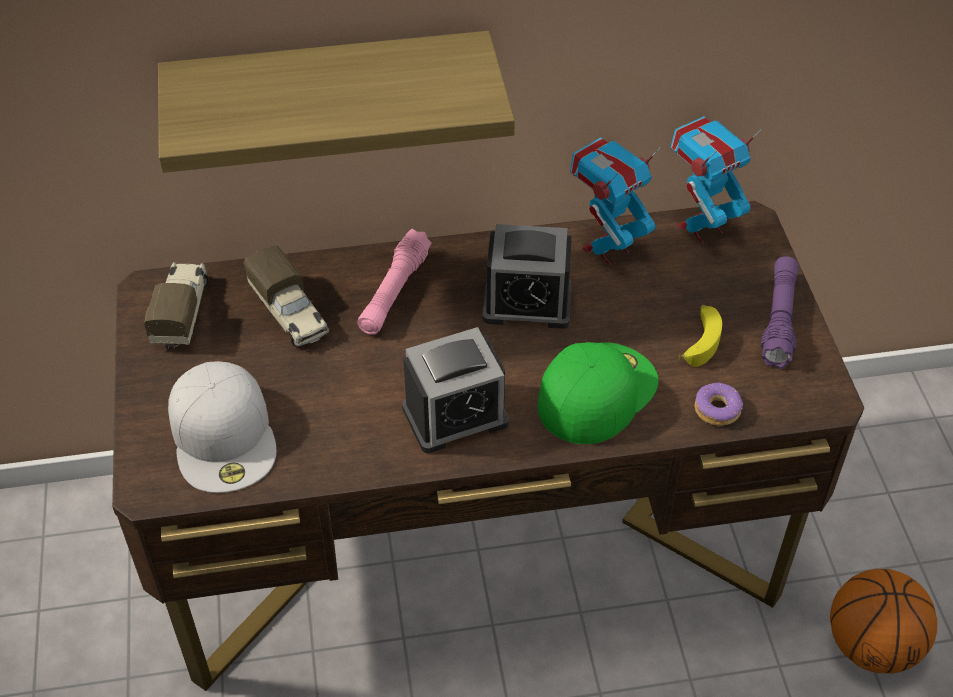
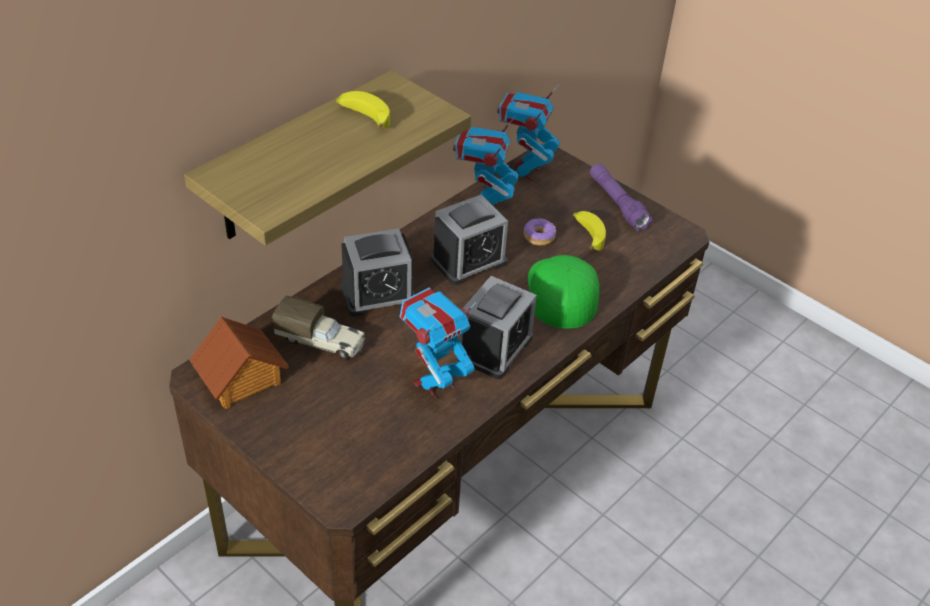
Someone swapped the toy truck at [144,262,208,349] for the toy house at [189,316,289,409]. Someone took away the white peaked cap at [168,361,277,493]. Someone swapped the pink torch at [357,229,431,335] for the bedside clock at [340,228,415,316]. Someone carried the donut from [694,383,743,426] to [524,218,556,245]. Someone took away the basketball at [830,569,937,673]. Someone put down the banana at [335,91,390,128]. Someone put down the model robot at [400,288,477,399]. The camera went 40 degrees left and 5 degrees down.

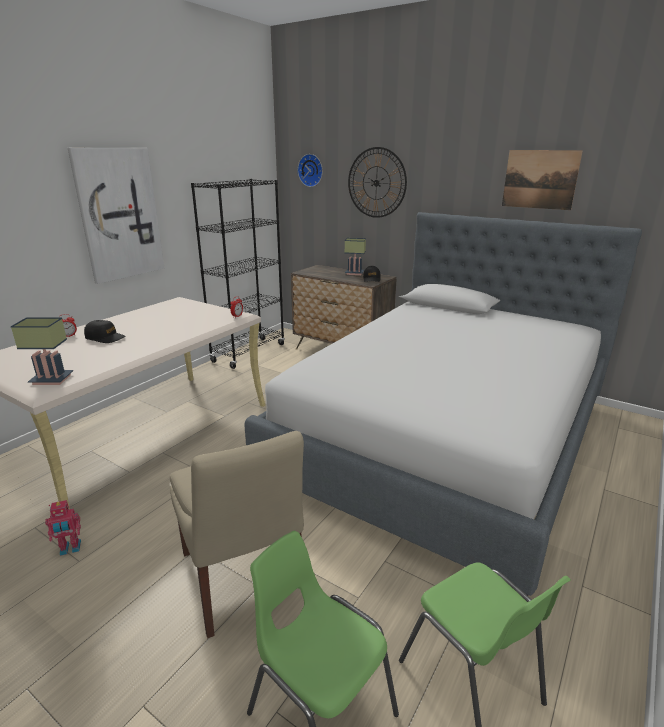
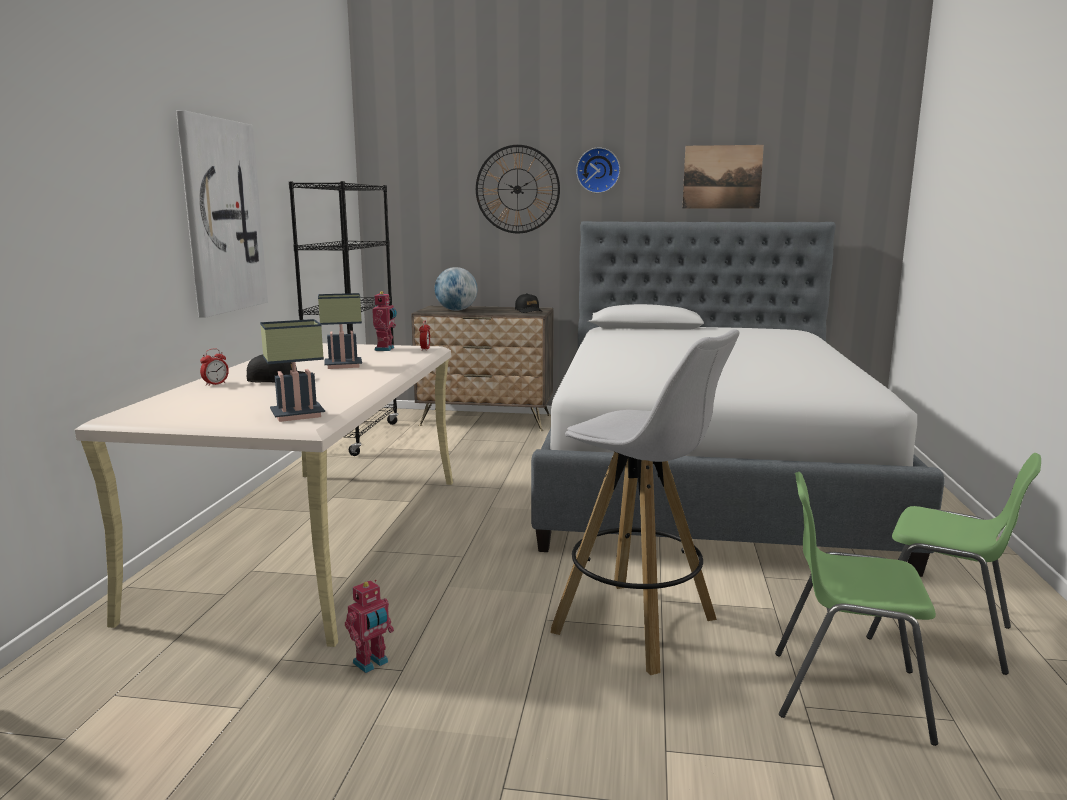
Someone swapped the beige upright chair at [170,431,304,638] for the white sitting stool at [550,329,740,675]. Someone carried the wall clock from [298,154,323,187] to [576,147,620,193]. Someone carried the lamp for a table from [345,238,366,275] to [318,293,362,369]. Someone put down the model robot at [372,291,397,351]. Someone put down the world globe at [435,267,477,311]. The camera went 25 degrees left and 10 degrees down.

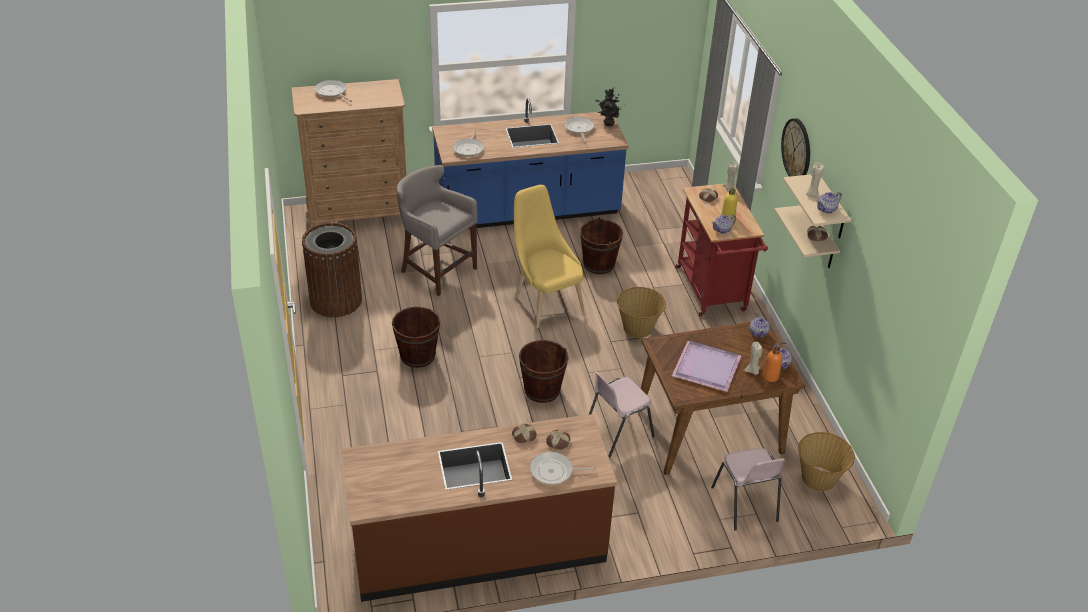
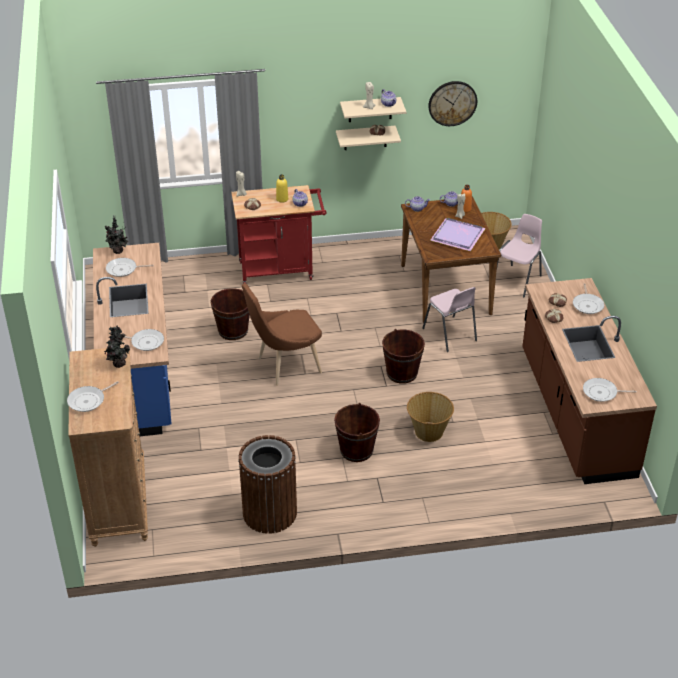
Someone took away the greyish sitting stool at [397,165,478,296]. Someone repainted the yellowish upright chair at [514,185,585,328], which became the brownish upright chair at [242,283,322,386]. Someone carried the basket from [617,287,666,338] to [407,392,454,442]. Someone rotated the pink upright chair at [711,448,785,531] by 45 degrees counterclockwise. Someone carried the wall clock from [781,118,810,177] to [428,81,477,126]. Someone put down the potted plant at [104,325,130,368]. Someone put down the pan at [583,378,637,402]. The camera went 85 degrees left and 0 degrees up.

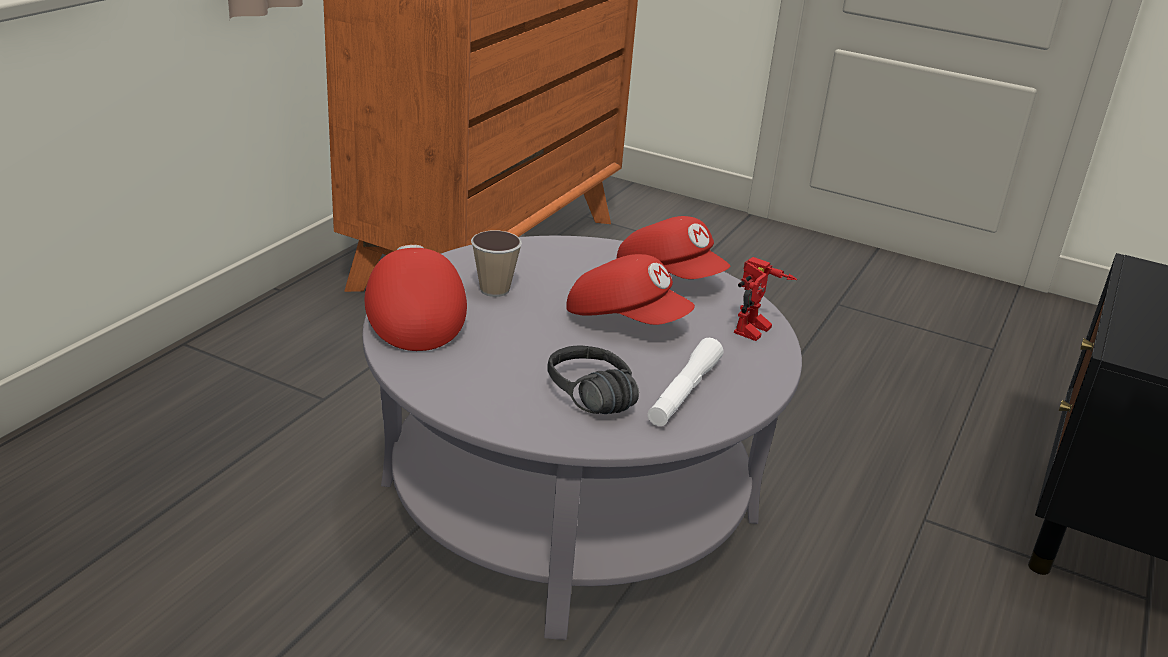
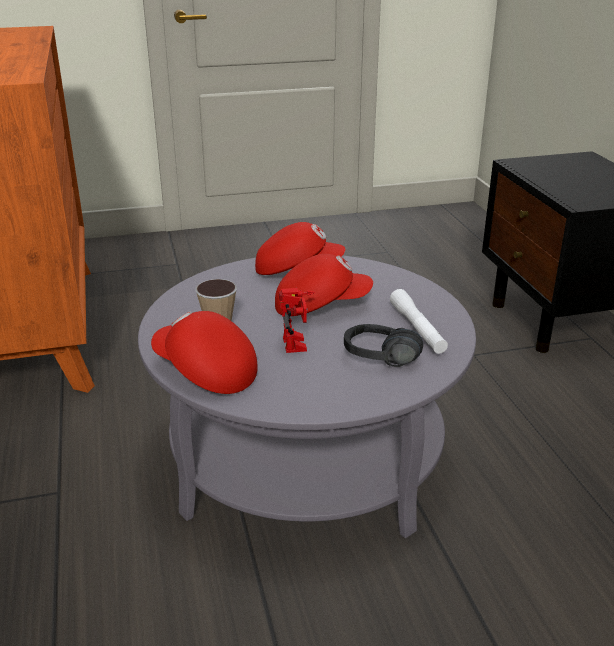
Someone carried the model robot from [734,257,797,341] to [279,288,315,353]. The camera went 40 degrees left and 0 degrees up.

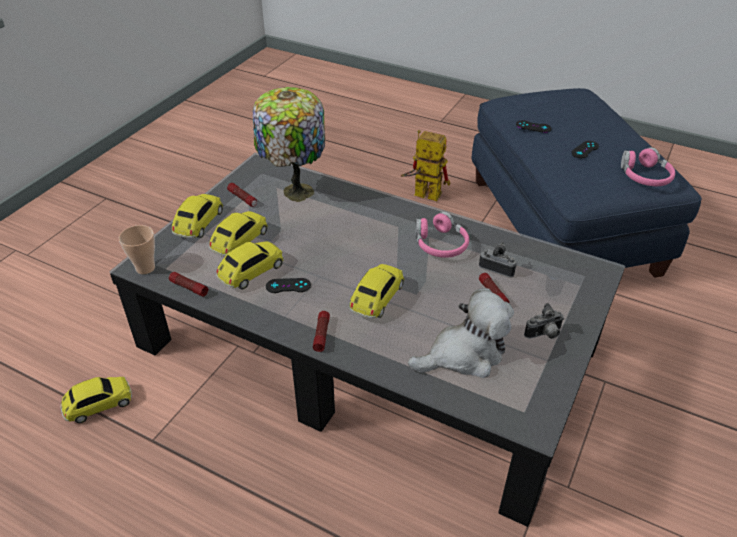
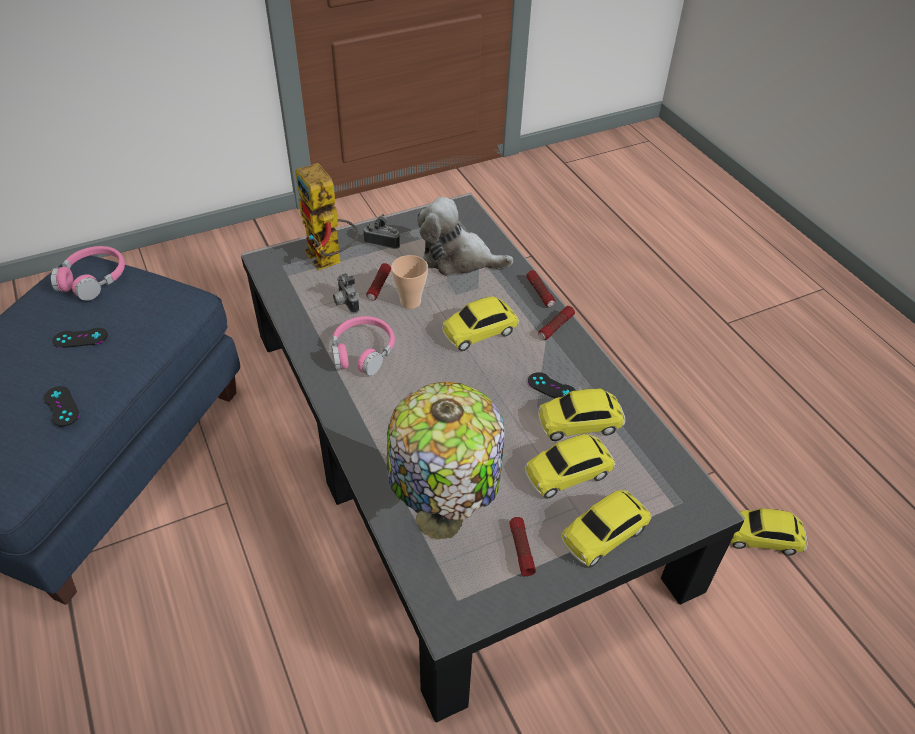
Someone carried the small cup from [119,225,155,274] to [391,255,428,309]. Someone carried the torch from [169,272,208,297] to [526,270,555,307]. Someone carried the model robot from [401,130,450,201] to [295,163,358,271]. The camera went 145 degrees left and 5 degrees up.

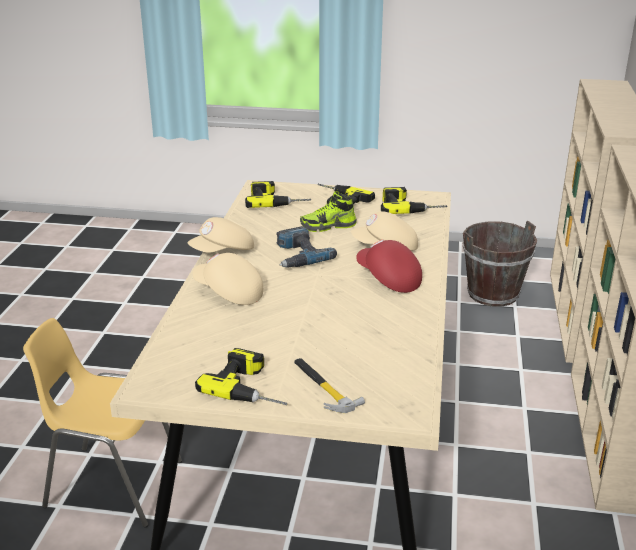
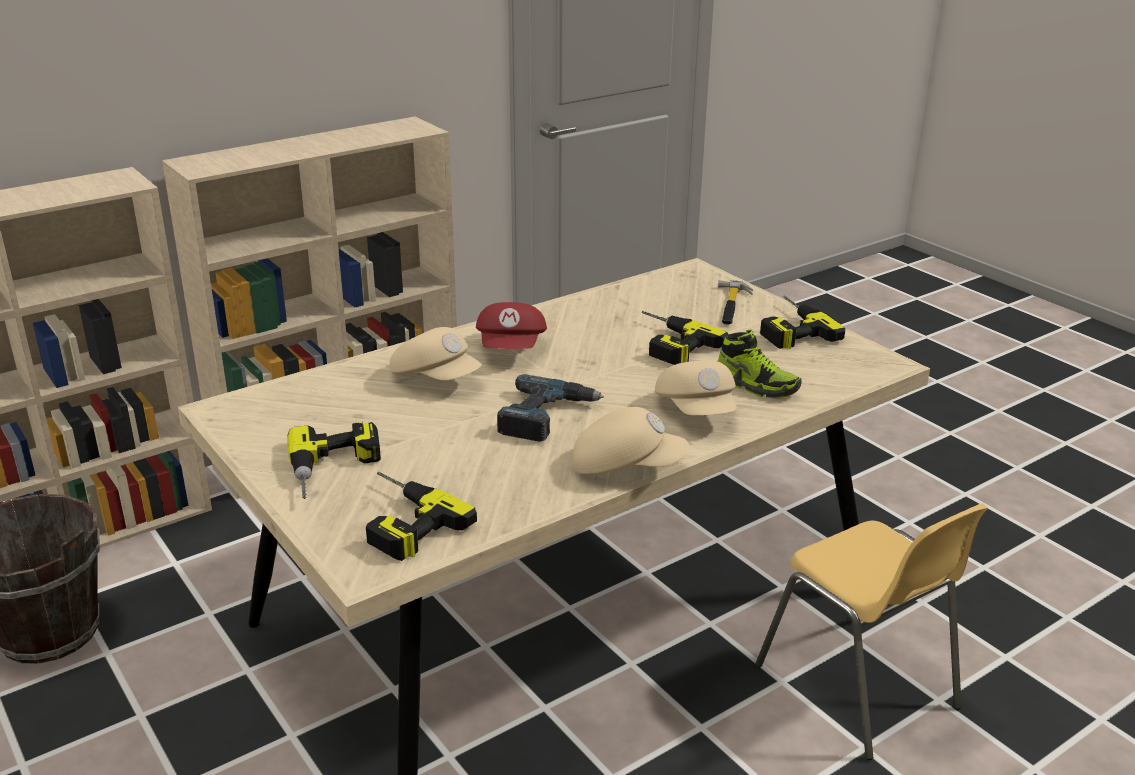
Someone carried the low shoe from [300,191,357,232] to [718,329,802,398]. Someone carried the electric drill from [381,187,447,214] to [642,311,729,365]. The camera went 135 degrees left and 0 degrees up.

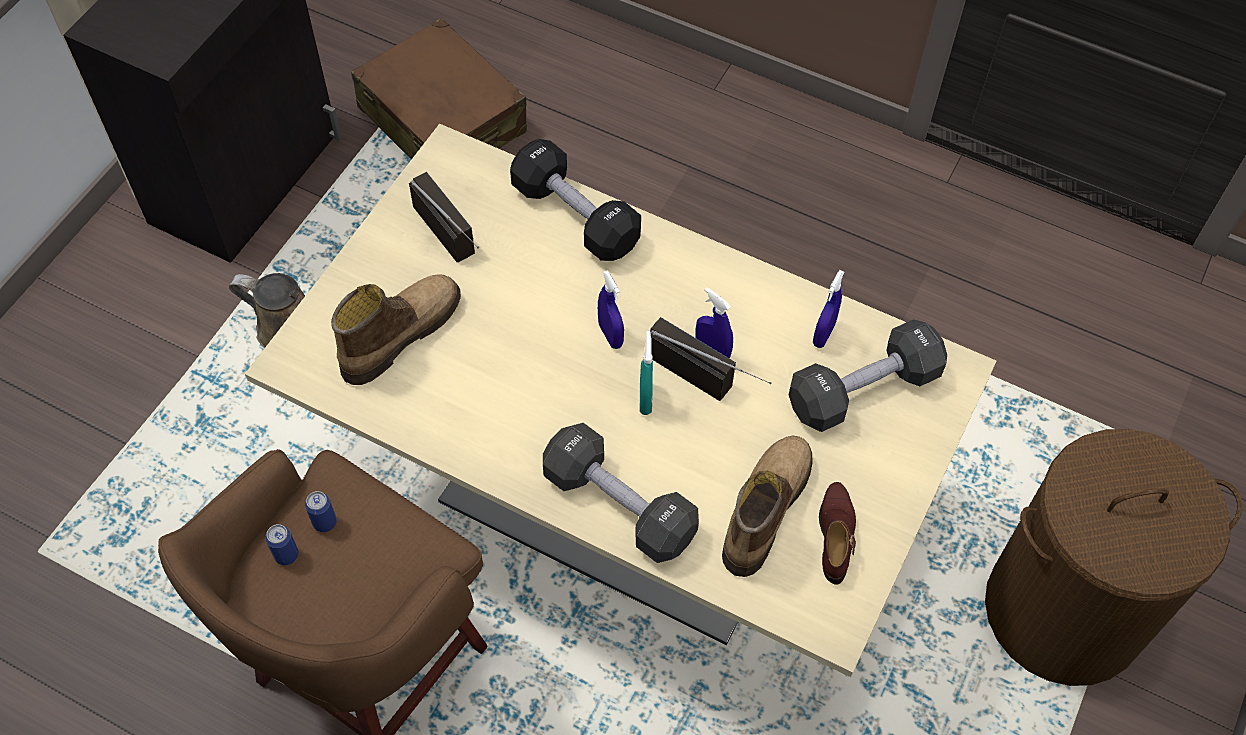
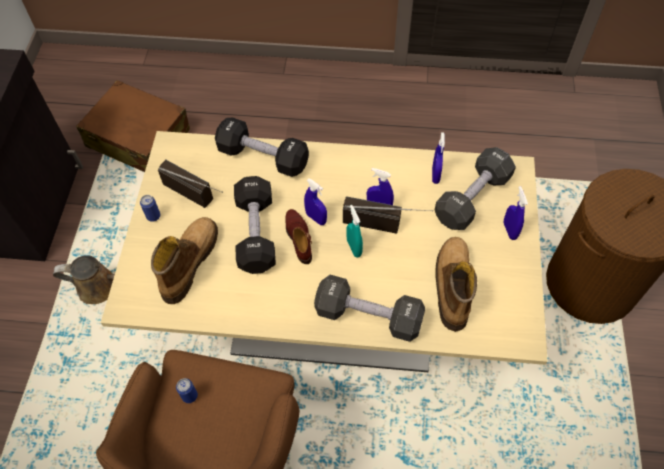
Someone carried the sealed can from [265,524,299,565] to [140,195,160,222]. Someone carried the brownish low shoe from [819,482,856,585] to [285,209,312,264]. Someone put down the black-coloured free weight at [234,176,276,274]. Someone put down the blue-coloured spray bottle at [503,186,528,240]. The camera went 20 degrees left and 0 degrees up.

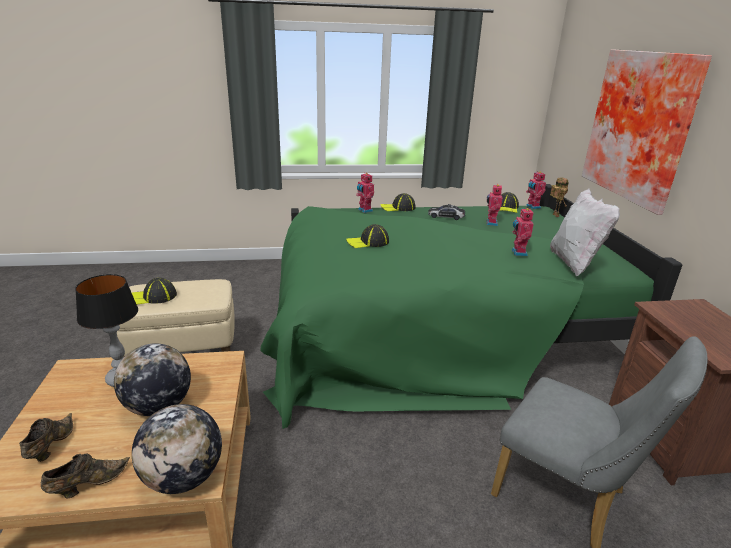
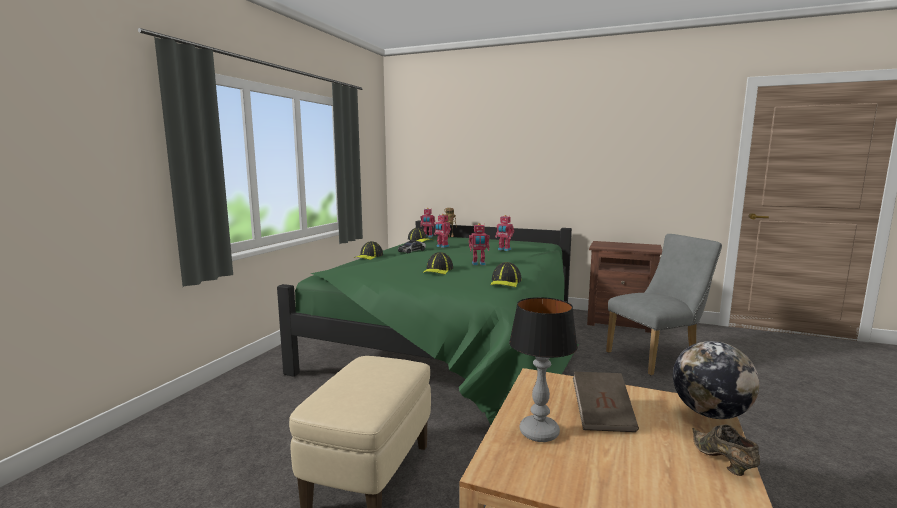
Someone took away the brownish low shoe at [19,413,73,462]. Someone swapped the world globe at [114,343,191,416] for the brownish volume at [573,372,639,432]. Someone carried the peaked cap from [132,278,177,305] to [490,262,522,287]. Someone carried the model robot from [356,173,374,213] to [469,223,490,265]. Someone took away the white cushion at [550,189,620,276]. Someone took away the picture at [582,49,712,215]. The camera went 60 degrees left and 15 degrees down.

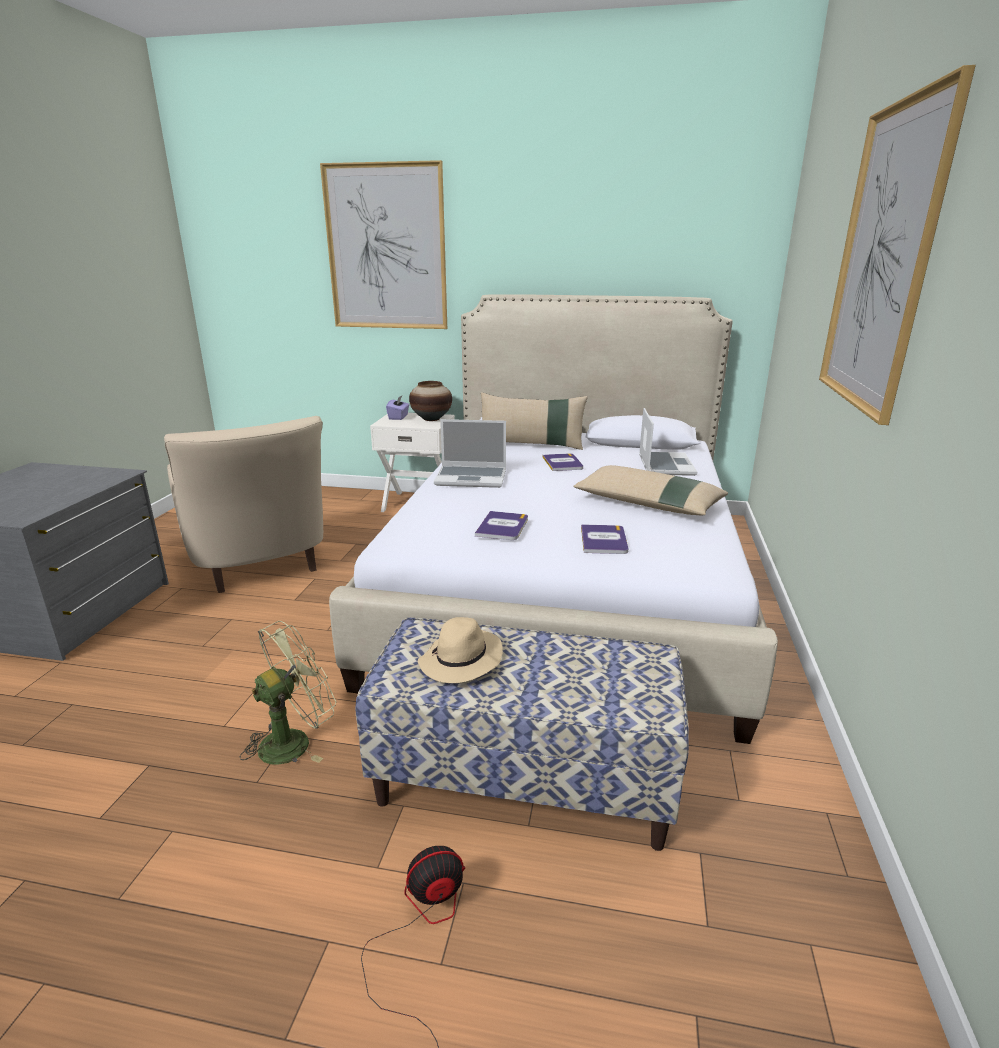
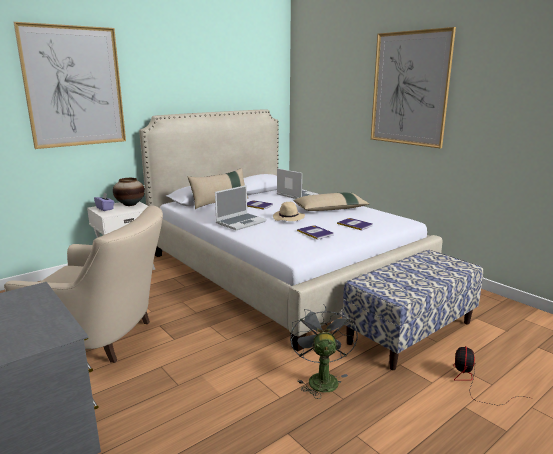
Someone repainted the greenish cooling fan at [240,621,337,765], which became the greyish cooling fan at [290,304,358,399]. Someone carried the beige clothing hat from [418,617,503,683] to [273,202,305,221]. The camera went 50 degrees left and 5 degrees down.

